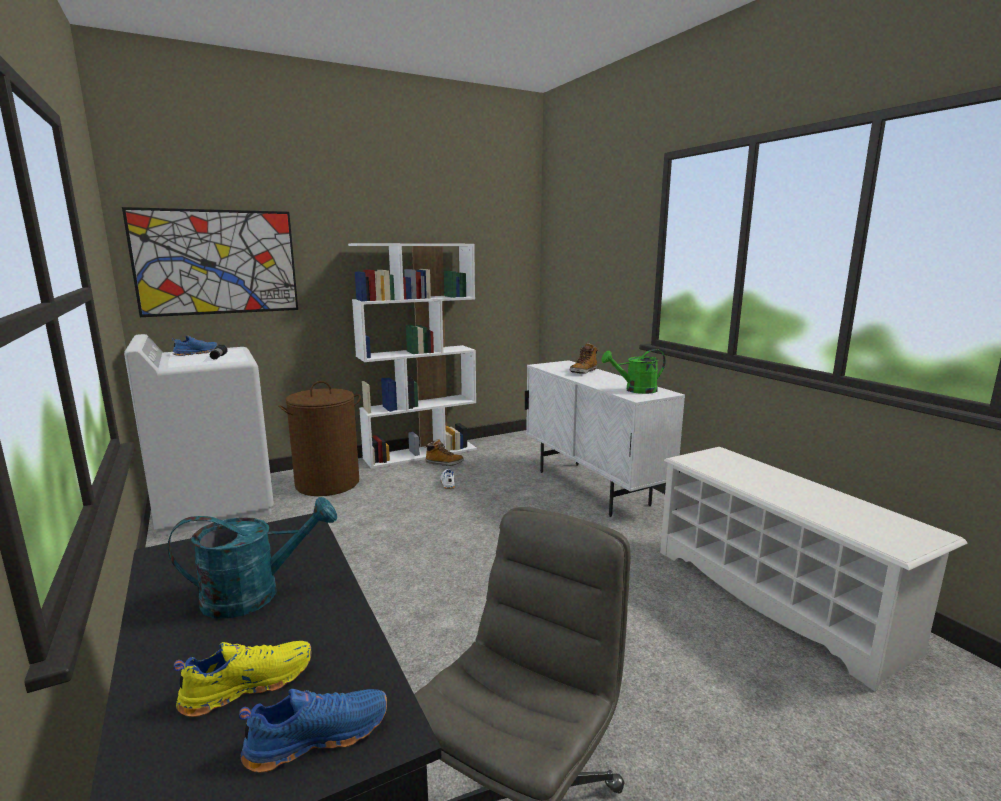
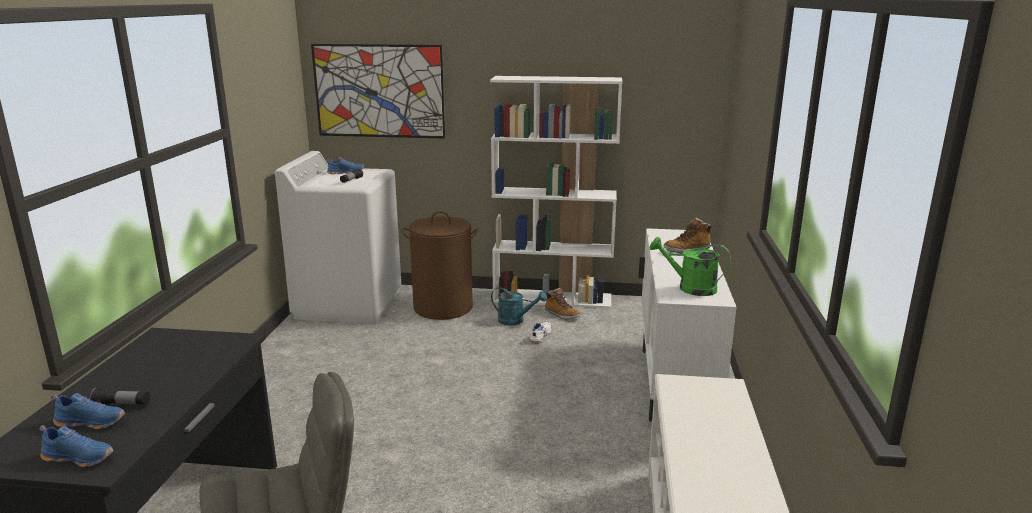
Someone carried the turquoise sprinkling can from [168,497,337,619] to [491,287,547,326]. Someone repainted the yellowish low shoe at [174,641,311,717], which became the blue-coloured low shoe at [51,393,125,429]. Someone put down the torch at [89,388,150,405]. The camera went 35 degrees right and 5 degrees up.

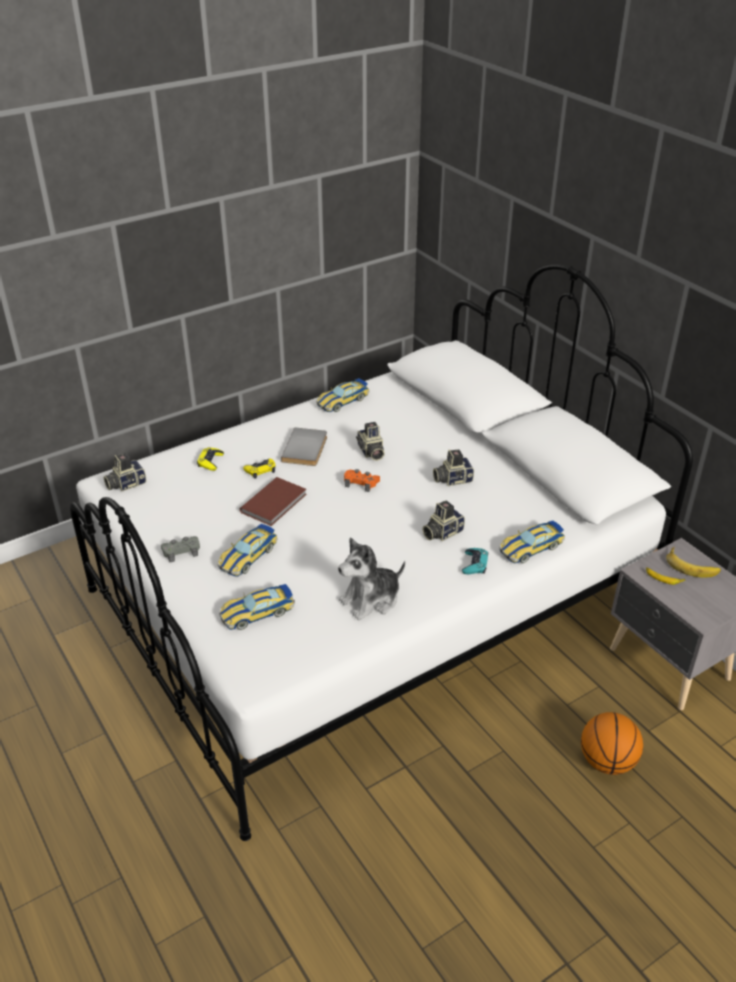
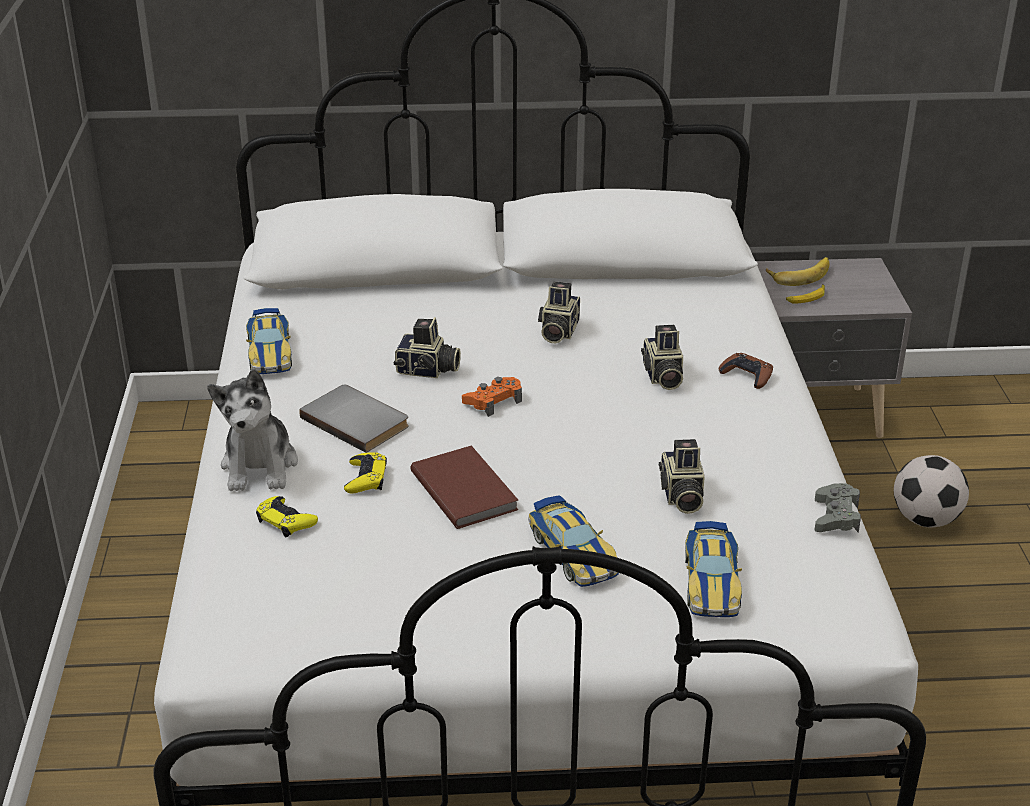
Someone carried the still camera from [104,453,146,491] to [659,439,705,514]. Someone carried the greyish gamepad from [161,536,200,562] to [814,483,861,533]. Someone carried the cuddly toy from [338,538,405,620] to [207,368,298,491]. Someone repainted the turquoise gamepad at [462,548,488,574], which became the brownish gamepad at [719,353,773,389]. Someone took away the miniature car at [499,521,565,564]. Someone swapped the basketball at [581,712,643,775] for the ball for football at [894,455,969,527]. The camera went 60 degrees left and 5 degrees down.

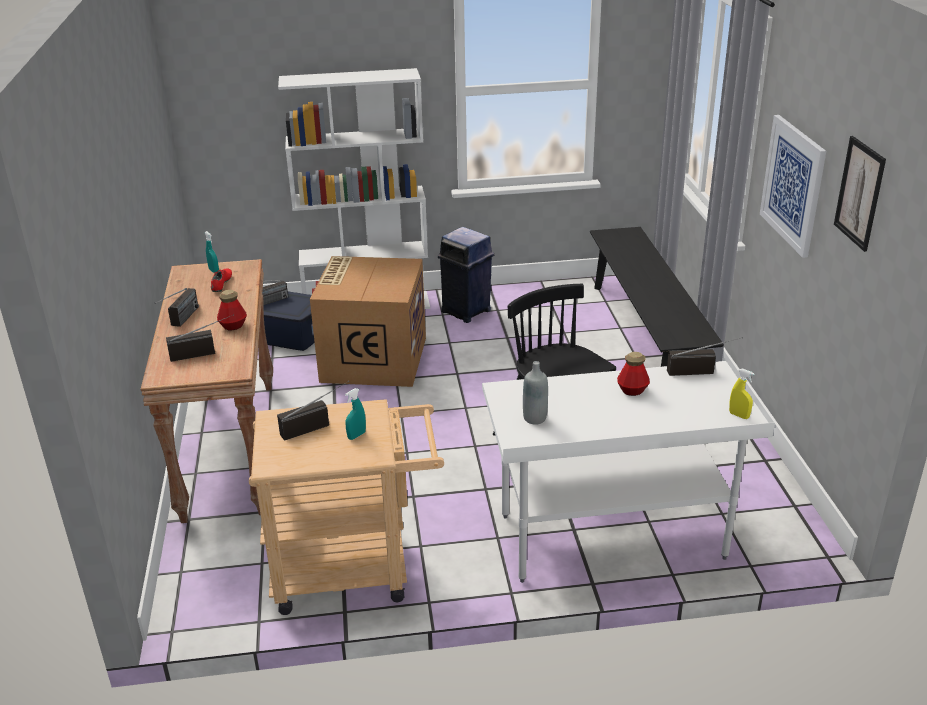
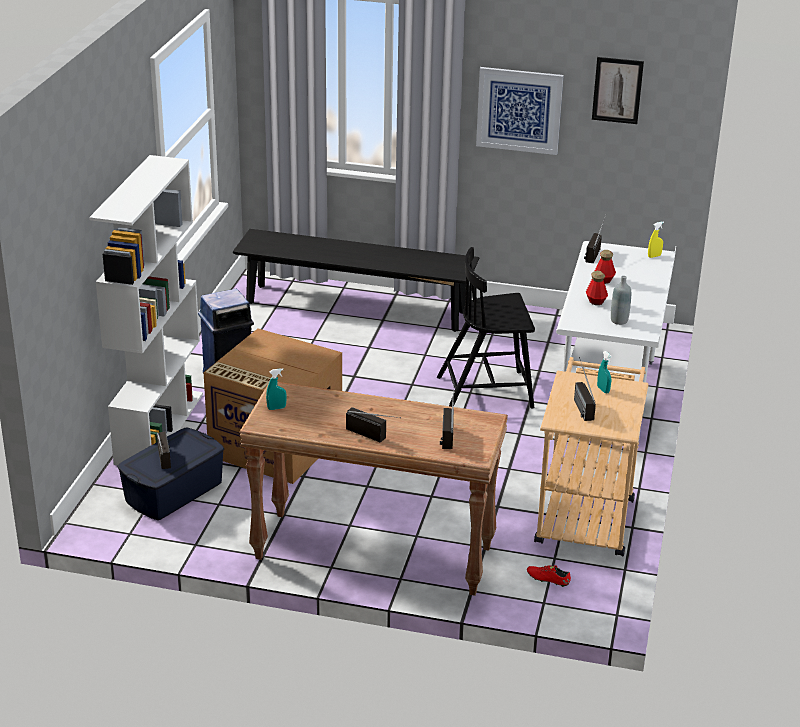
Someone carried the red low shoe from [211,268,232,292] to [527,565,571,587]. Someone carried the beverage bottle from [217,290,247,330] to [586,271,608,305]. The camera went 70 degrees left and 0 degrees up.

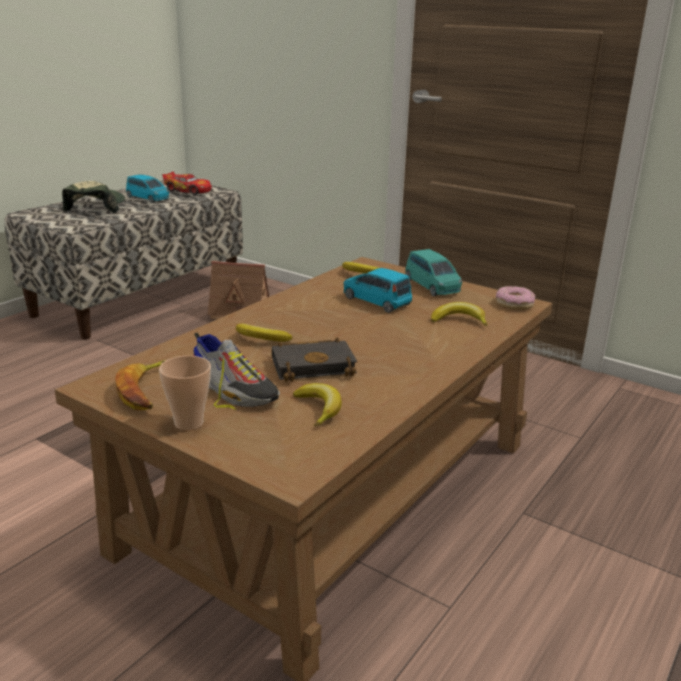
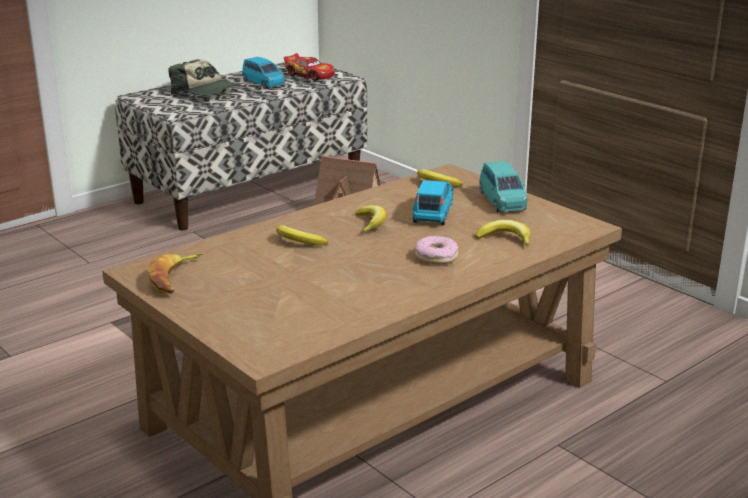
Someone rotated the peaked cap at [62,181,125,213] by 105 degrees clockwise. Someone took away the small cup at [159,356,211,430]. Someone took away the low shoe at [193,333,280,410]. Someone took away the black-coloured volume at [272,337,357,382]. Someone carried the banana from [293,383,342,427] to [355,205,387,233]. Someone rotated the blue-coloured miniature car at [343,268,412,313] by 45 degrees clockwise. Someone carried the donut from [496,286,535,310] to [415,236,458,264]. The camera went 15 degrees right and 0 degrees up.

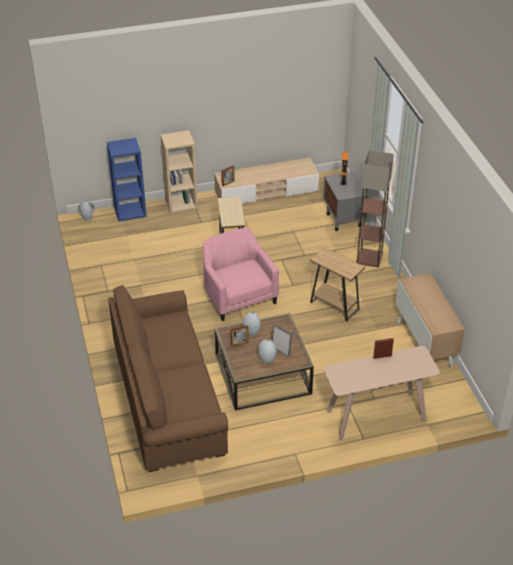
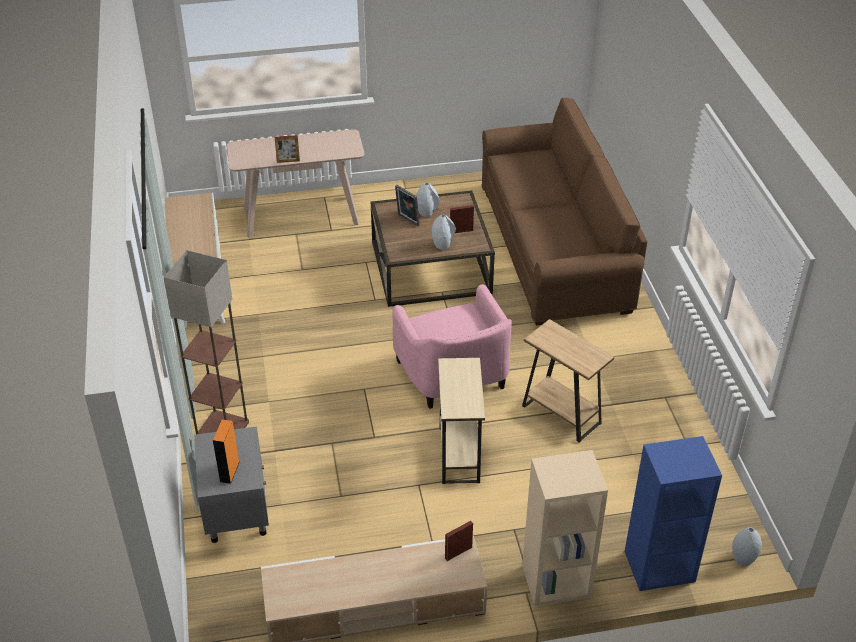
Someone carried the brownish end table from [310,247,365,321] to [522,319,614,443]. The camera went 175 degrees left and 0 degrees up.

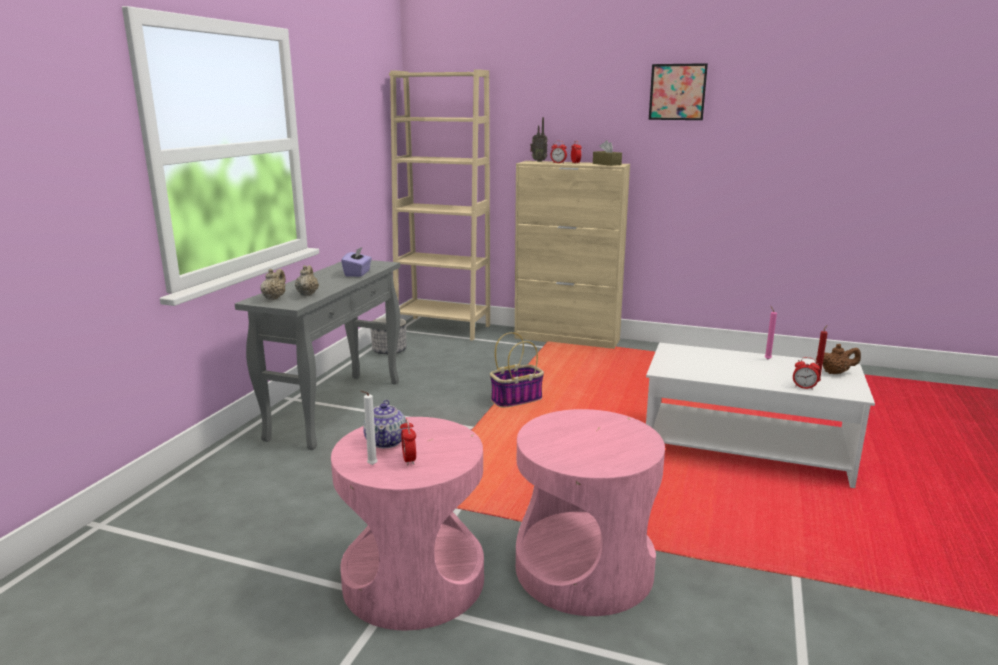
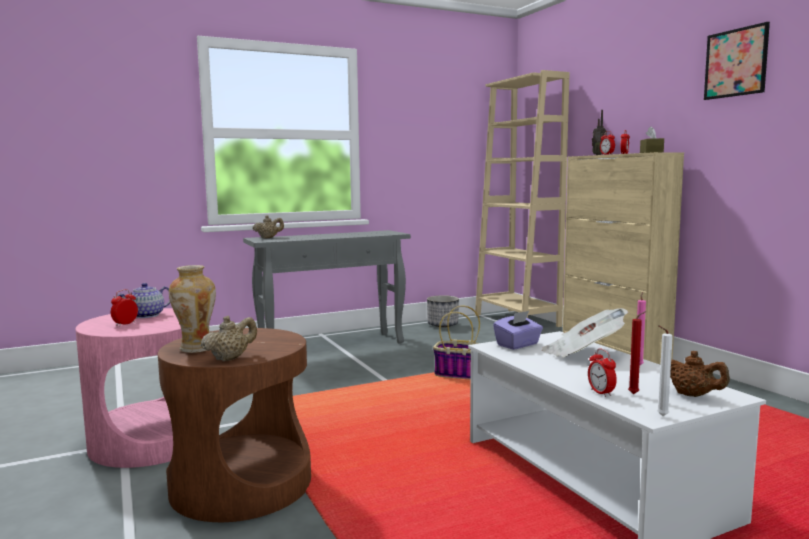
Someone carried the beige pot for tea from [295,265,319,296] to [201,316,257,362]. Someone carried the purple-coloured box of tissues from [341,247,372,277] to [493,311,543,350]. Someone carried the white wax light from [361,391,378,465] to [657,325,673,416]. Someone repainted the pink end table at [516,409,665,616], which became the brownish end table at [158,328,311,522]. Someone put down the vase at [169,265,216,353]. Someone put down the newspaper at [542,308,628,358]. The camera went 45 degrees right and 10 degrees down.

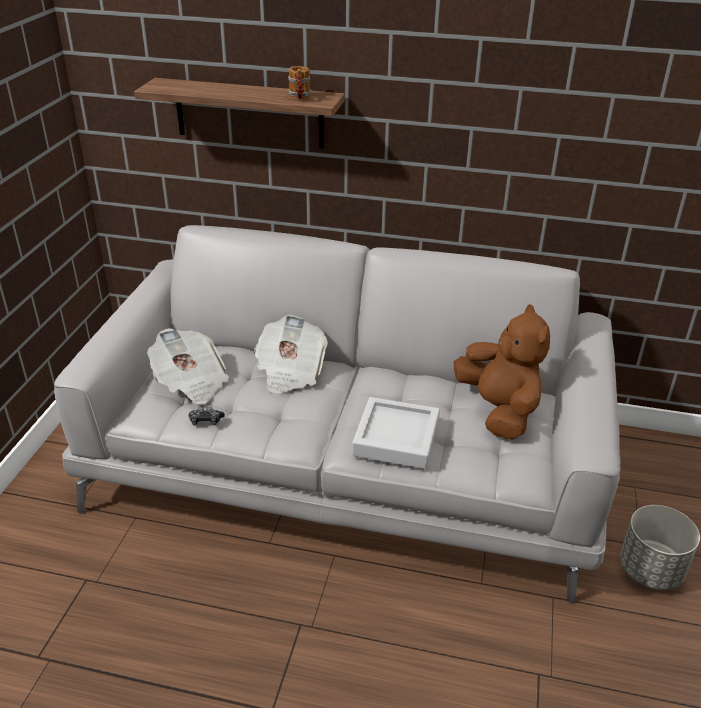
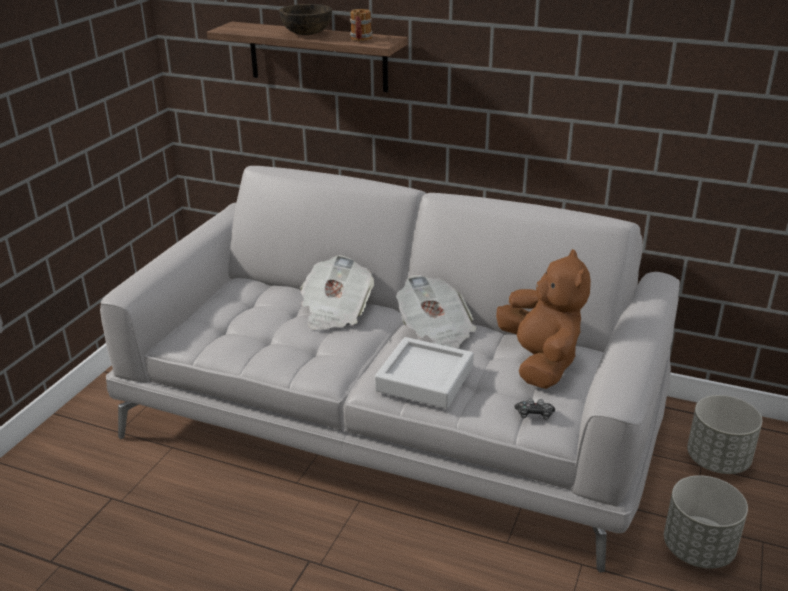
Someone carried the newspaper from [147,328,229,405] to [396,274,476,349]. Someone carried the gamepad from [189,407,225,426] to [515,398,555,420]. Someone put down the brownish serving bowl at [279,4,332,35]. Someone put down the greyish planter at [687,395,762,474]. The camera went 10 degrees right and 5 degrees down.

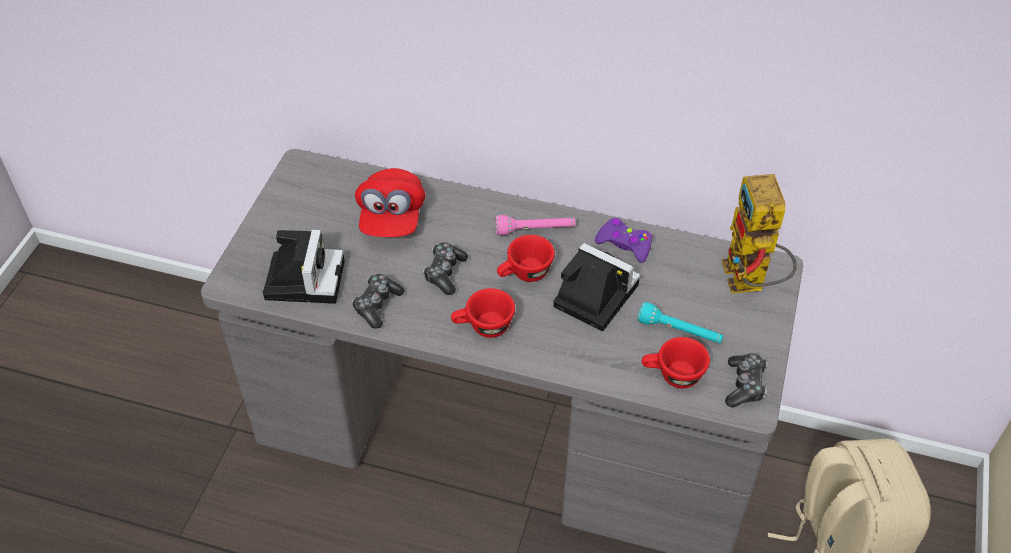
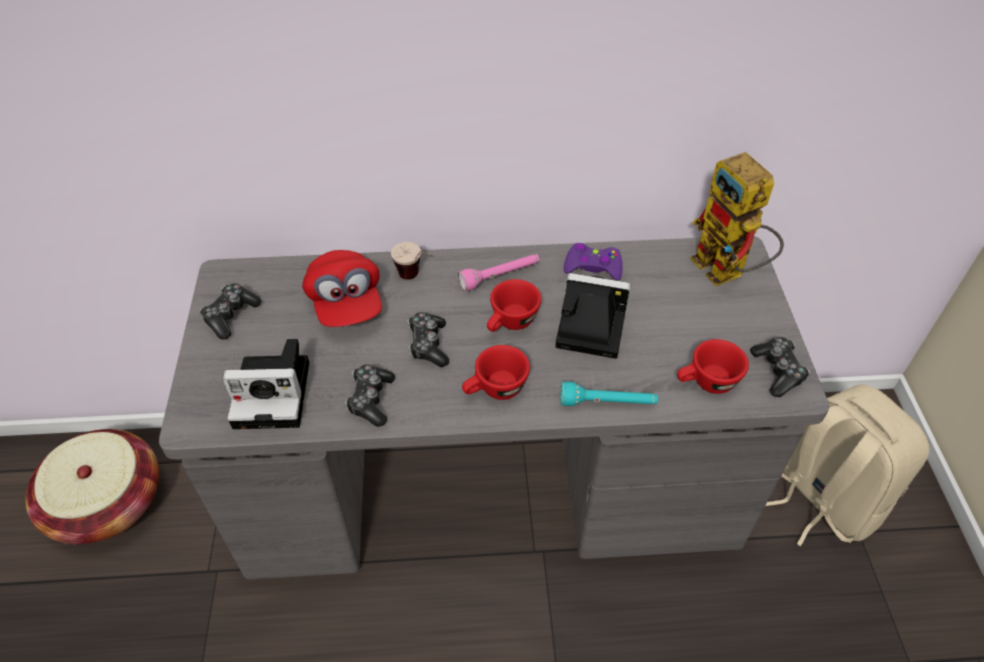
Someone rotated the still camera at [263,229,345,304] by 105 degrees clockwise. Someone carried the turquoise torch from [637,302,723,343] to [560,382,658,406]. Someone put down the basket at [25,429,159,544]. Someone put down the gamepad at [200,283,262,339]. Someone put down the small cup at [391,242,434,280]. The camera went 20 degrees left and 0 degrees up.

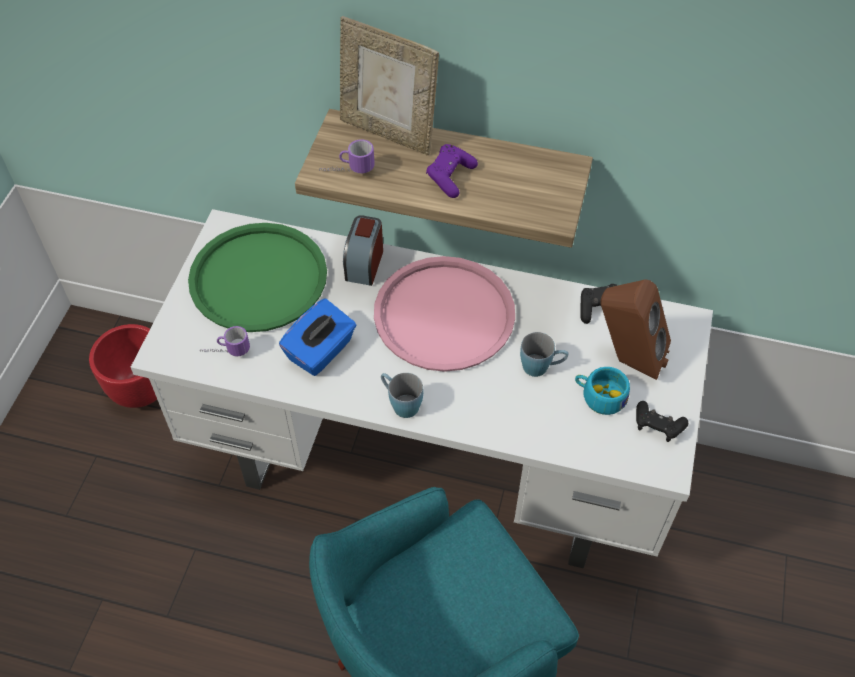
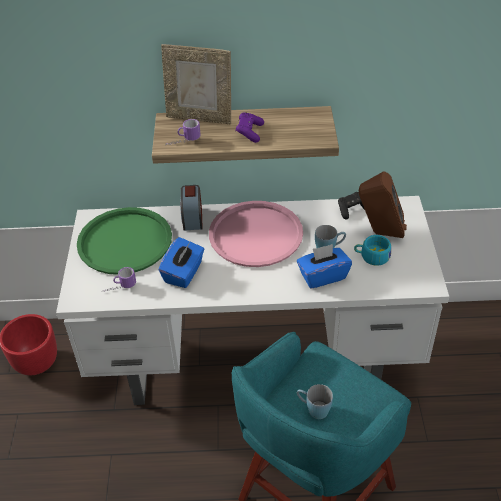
Someone carried the blue-coloured mug from [381,373,424,418] to [297,384,333,419]. Someone took away the black-coloured gamepad at [636,401,688,442]. Someone put down the blue-coloured box of tissues at [297,244,352,289]. The camera went 15 degrees left and 10 degrees down.

